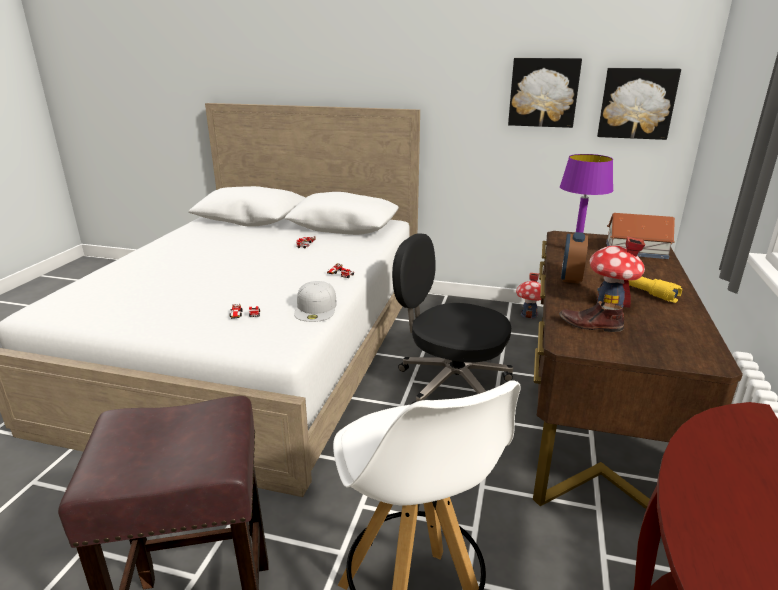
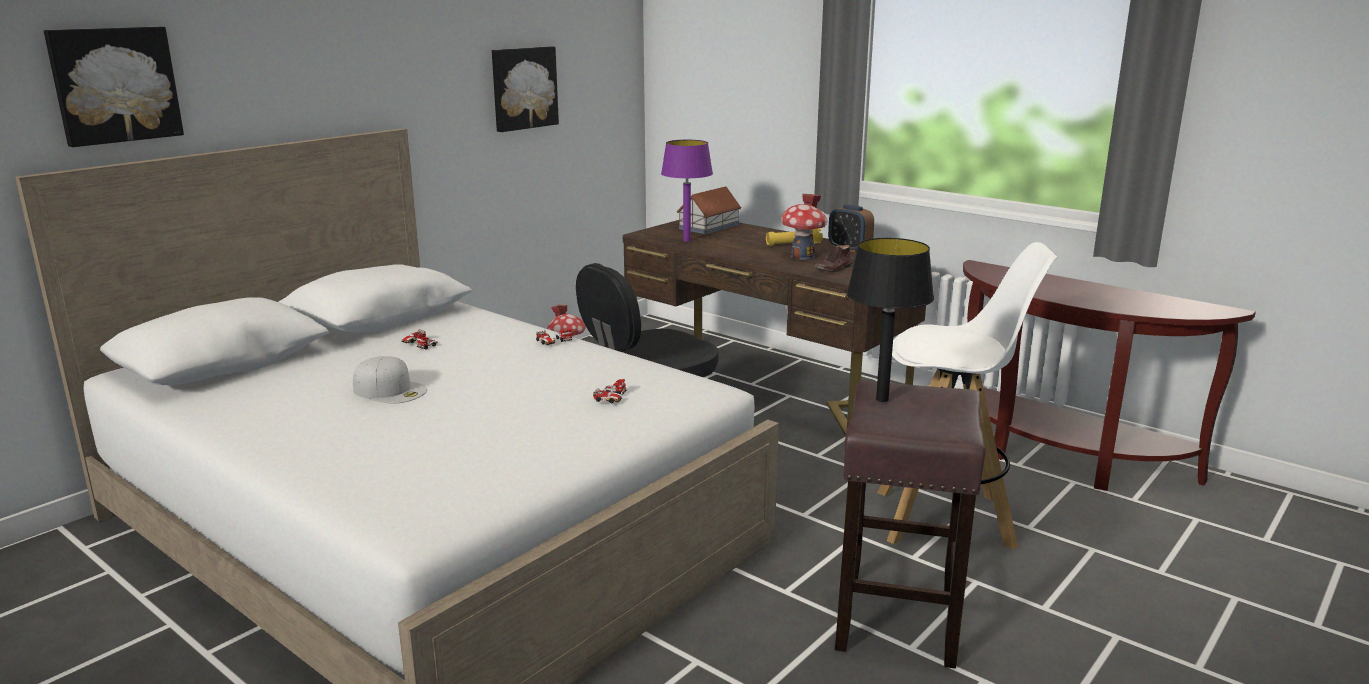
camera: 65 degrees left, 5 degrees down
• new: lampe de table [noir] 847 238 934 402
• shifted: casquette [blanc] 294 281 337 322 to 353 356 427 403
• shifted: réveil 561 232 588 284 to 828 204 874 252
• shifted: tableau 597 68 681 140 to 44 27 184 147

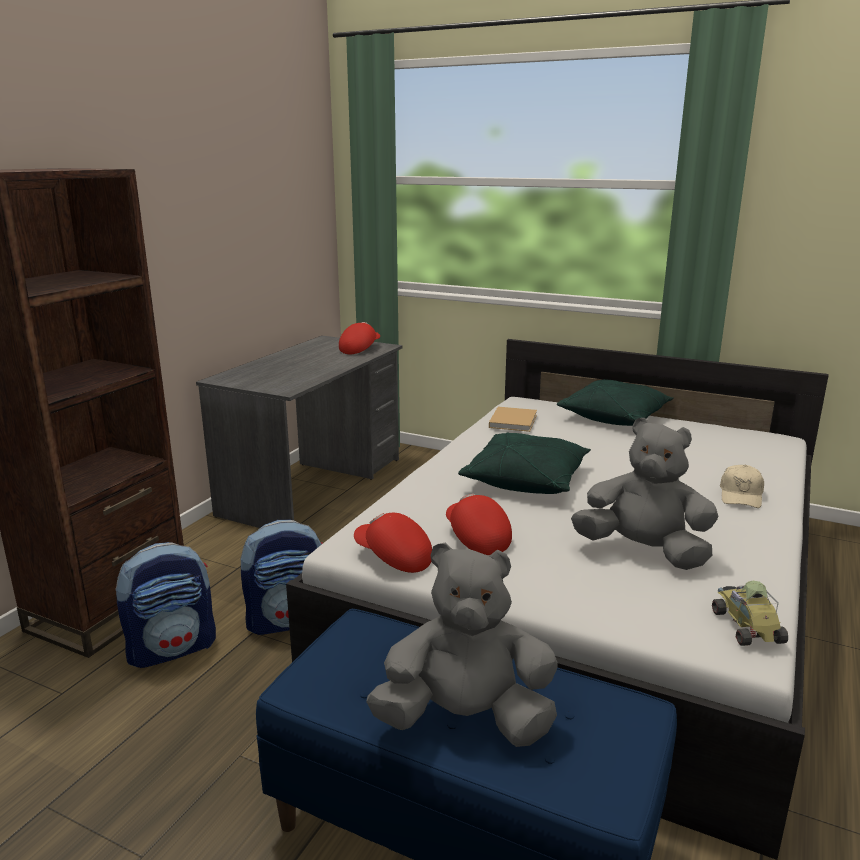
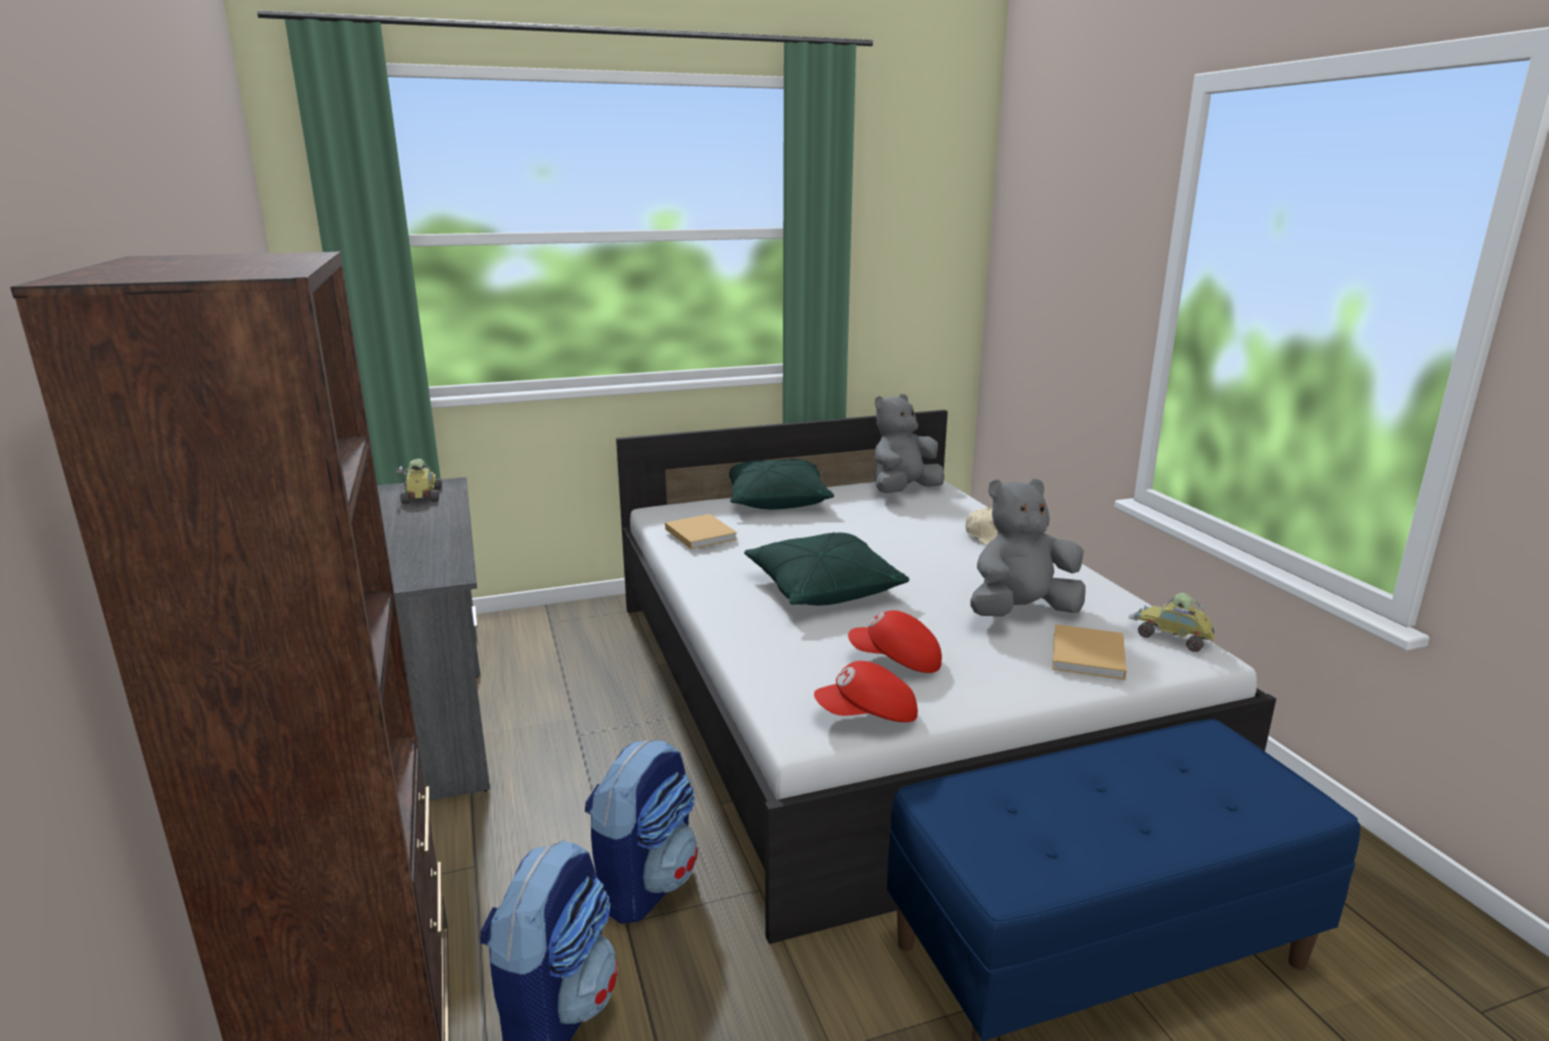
camera: 45 degrees left, 0 degrees up
• new: livre [beige] 1052 624 1127 680
• shifted: peluche [gris] 366 543 557 747 to 875 394 945 493
• swapped: casquette [rouge] 339 322 380 354 to petite voiture 396 459 442 504

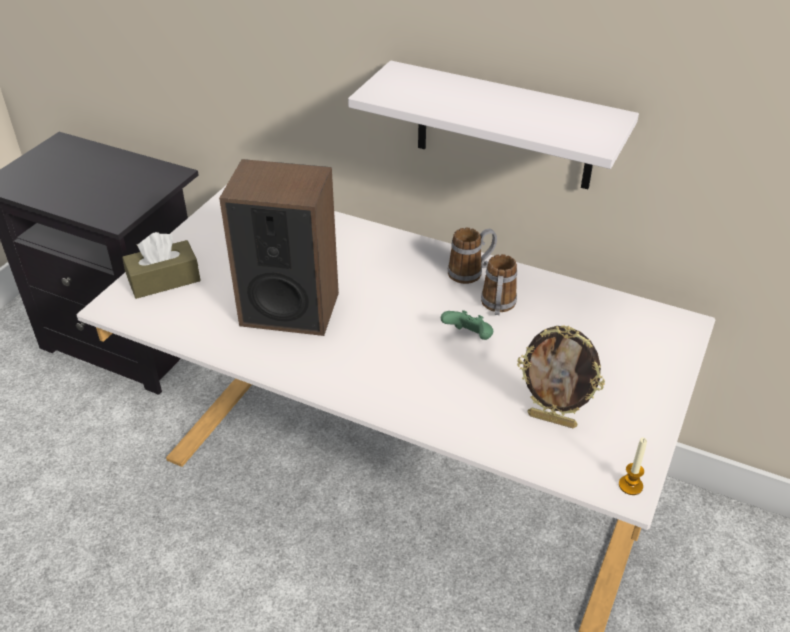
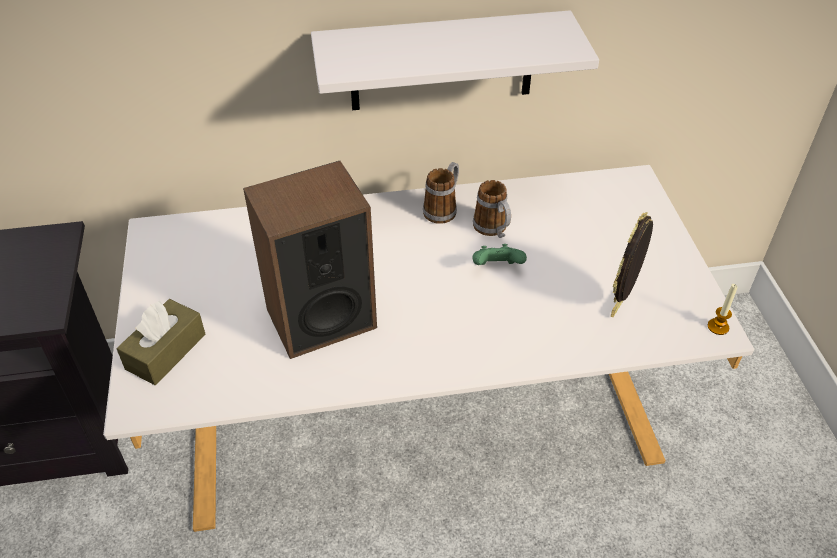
camera: 35 degrees left, 5 degrees up
• rotated: cadre photo 517 326 605 428 = 611 212 653 317 135 degrees clockwise

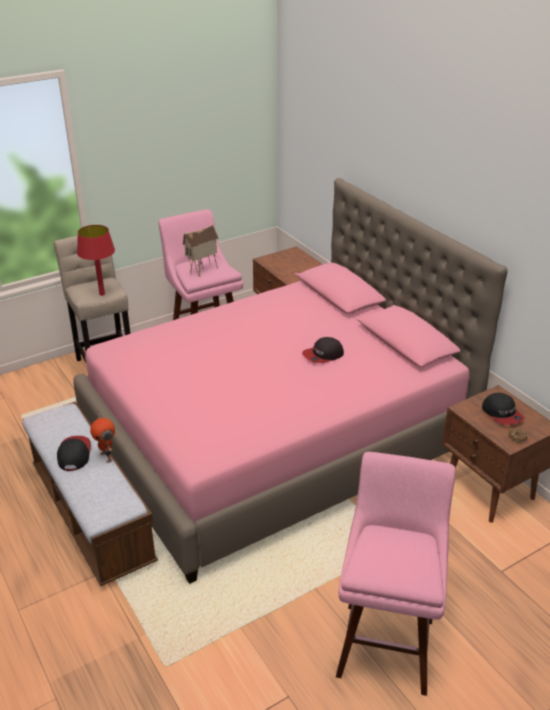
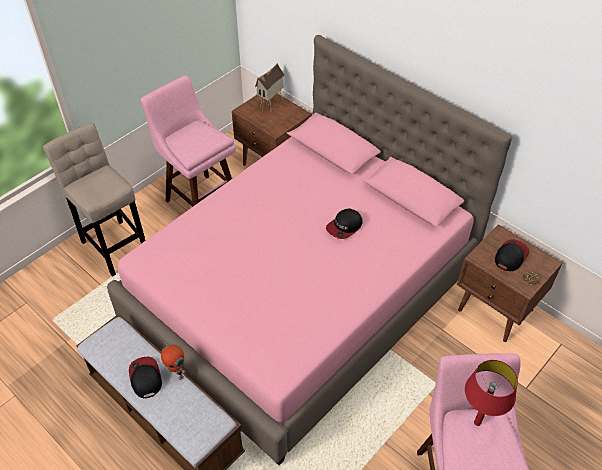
camera: 15 degrees left, 15 degrees up
• shifted: lampe de table [rouge] 77 225 115 296 to 465 360 518 426
• shifted: maison miniature 183 225 219 277 to 255 63 285 112
• rotated: casquette 482 393 524 425 = 495 239 529 271 105 degrees counterclockwise

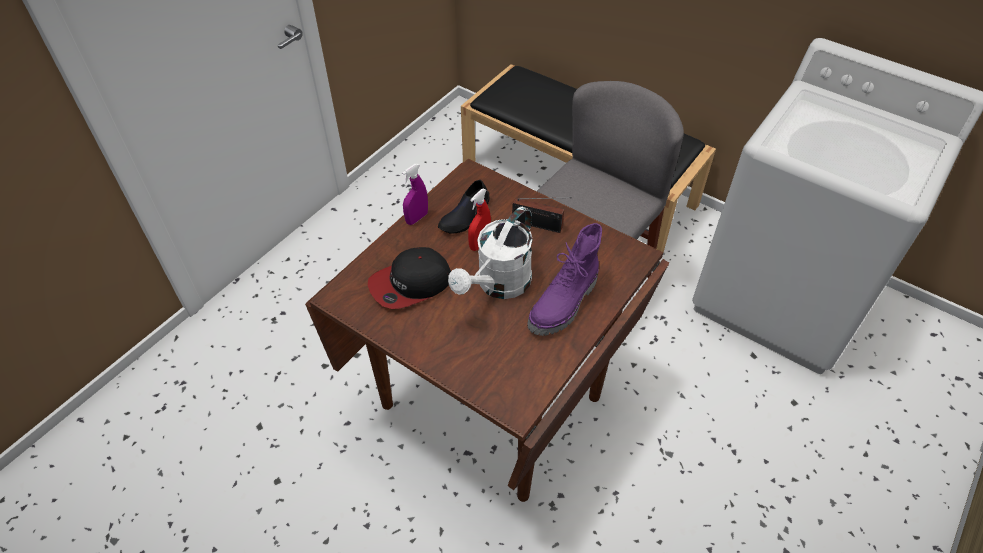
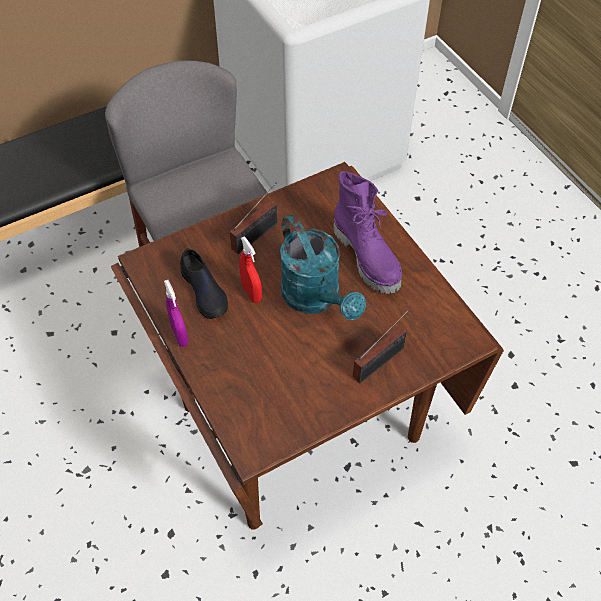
camera: 65 degrees left, 5 degrees up
• gone: casquette 368 247 451 309
• new: radio 353 309 410 383
• repainted: arrosoir [blanc] 448 206 533 299 to arrosoir [turquoise] 280 214 366 320

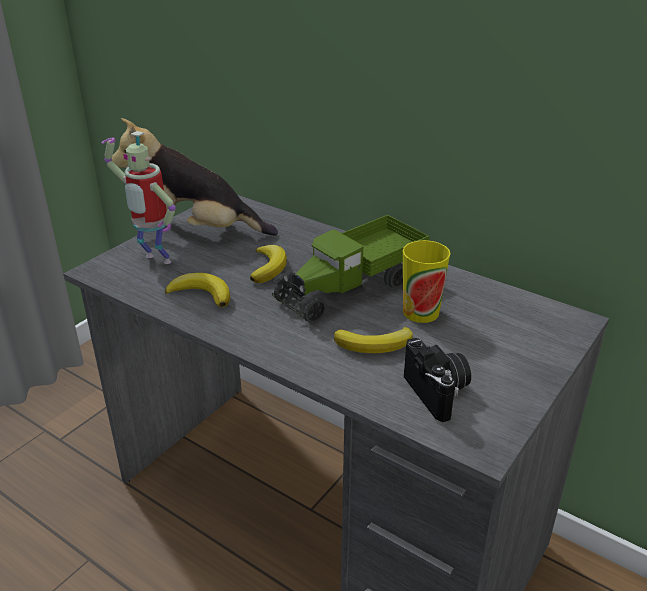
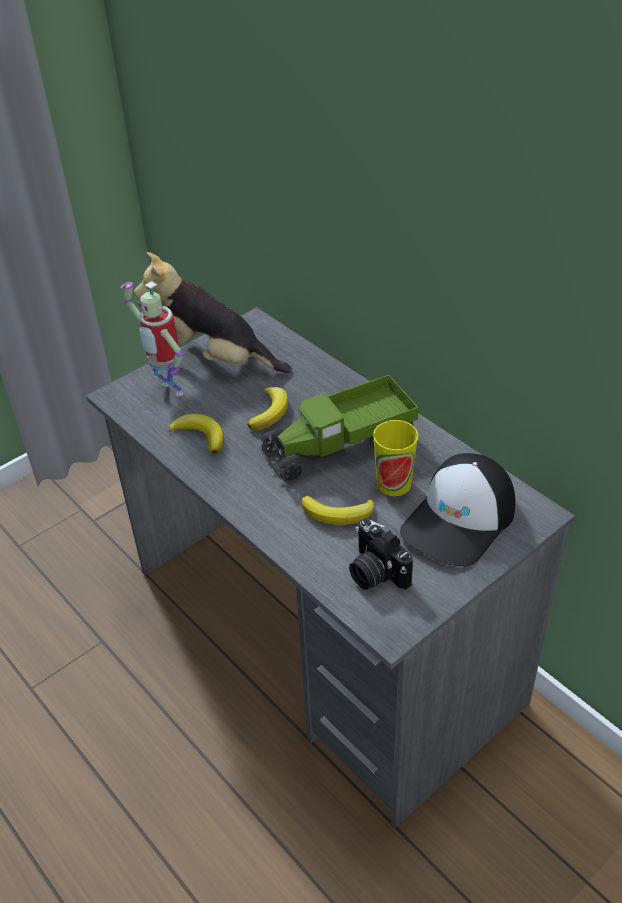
camera: 15 degrees right, 10 degrees up
• new: casquette 400 453 515 567
• rotated: appareil photo 404 338 471 422 = 349 518 413 590 150 degrees clockwise

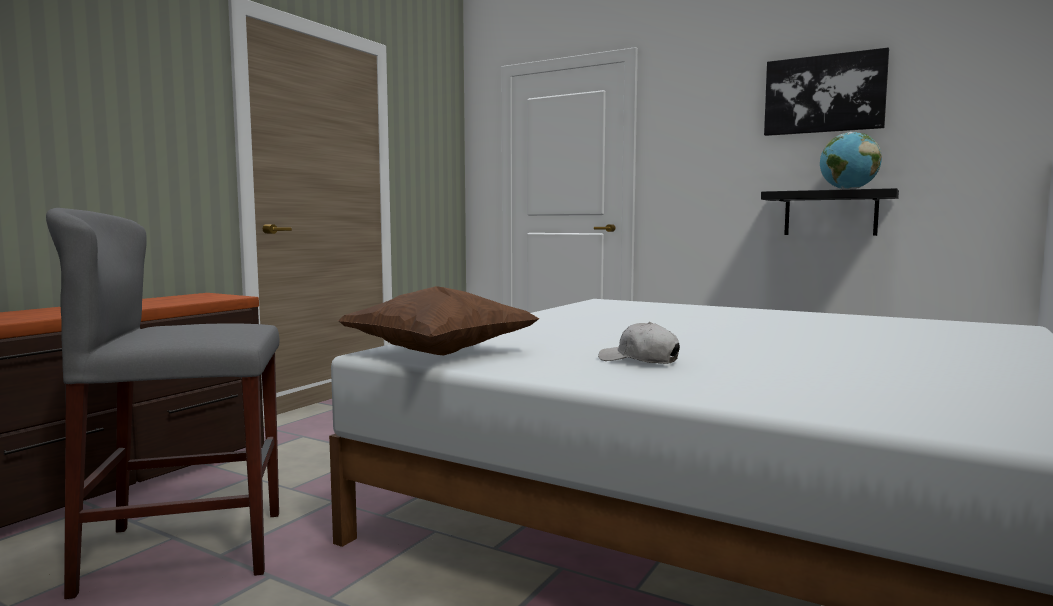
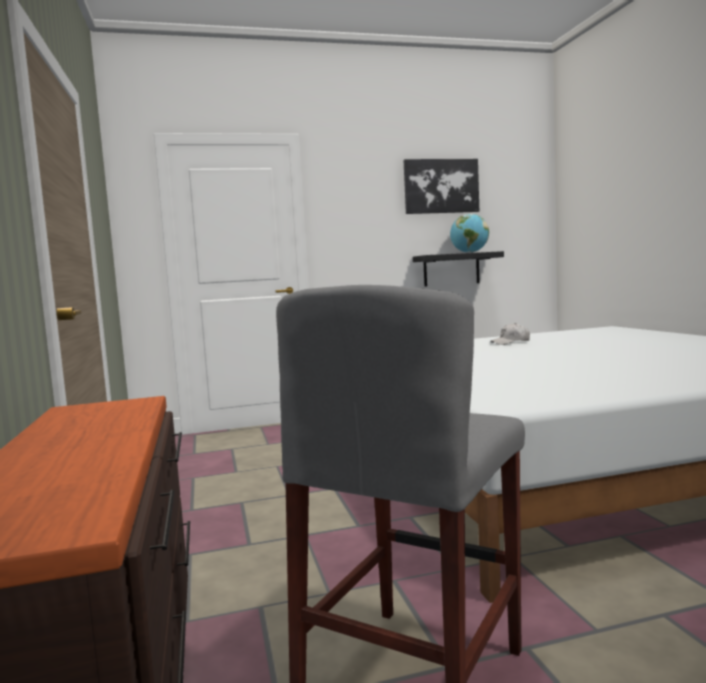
camera: 45 degrees left, 0 degrees up
• gone: coussin [marron] 338 286 539 355
• shifted: casquette [blanc] 598 322 680 364 to 490 323 530 345

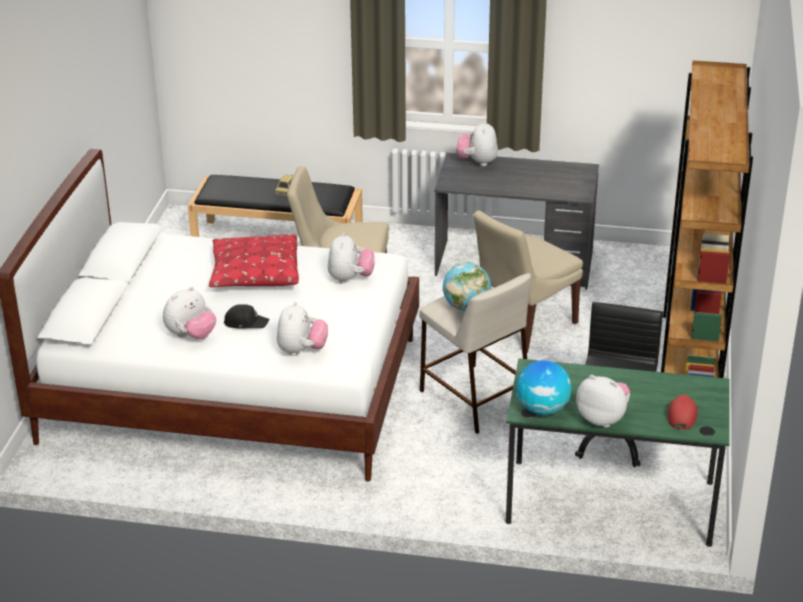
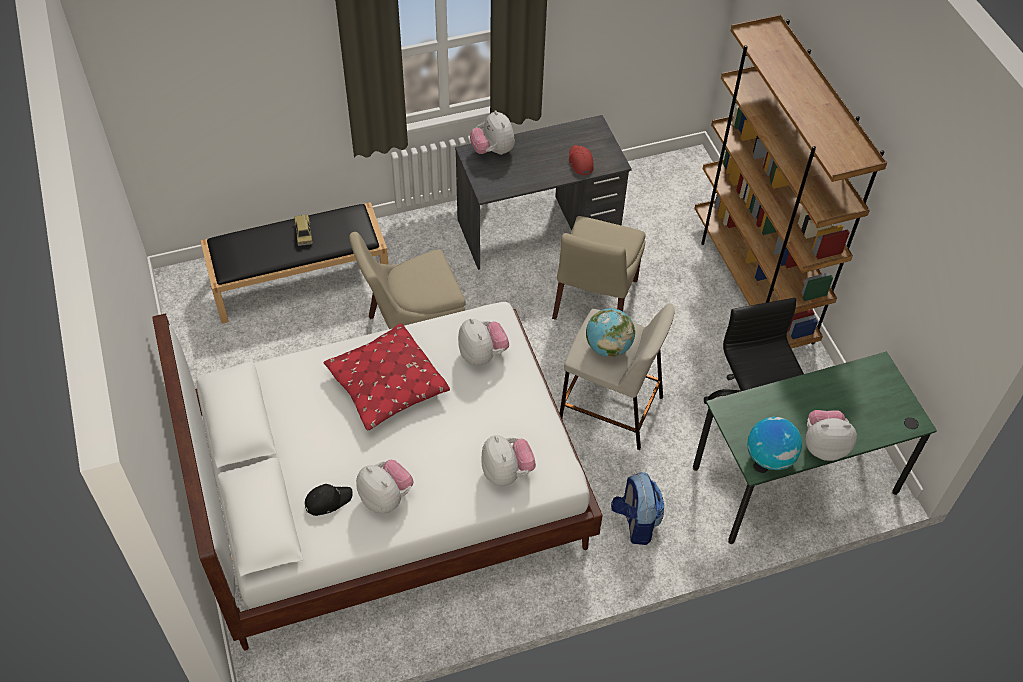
camera: 30 degrees left, 20 degrees up
• new: sac à dos 611 472 664 545
• shifted: casquette [noir] 224 304 269 329 to 305 484 353 516
• shifted: casquette [rouge] 667 394 698 430 to 569 145 594 175
• rotated: peluche 163 286 216 339 = 356 460 414 513 60 degrees counterclockwise

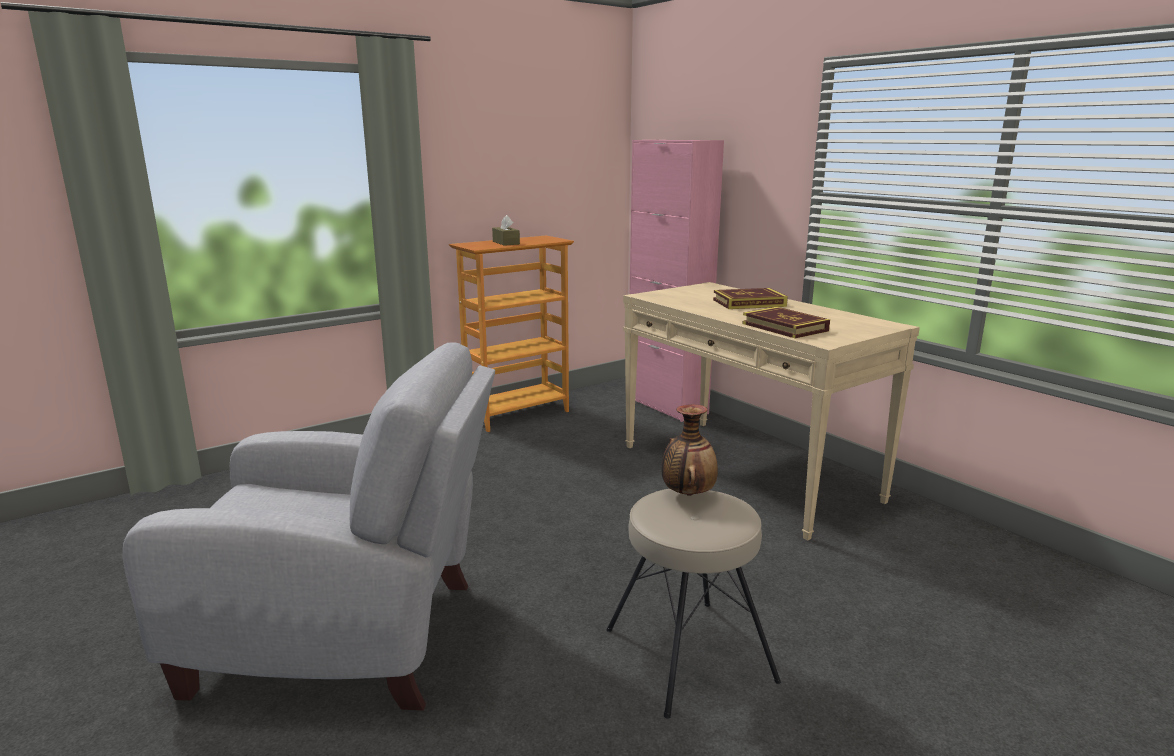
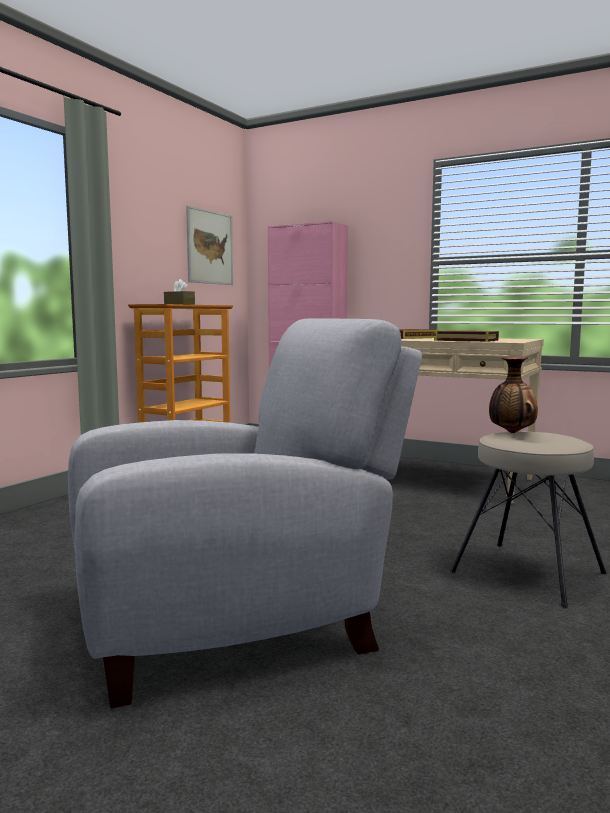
camera: 25 degrees left, 10 degrees down
• new: tableau 186 206 233 285

